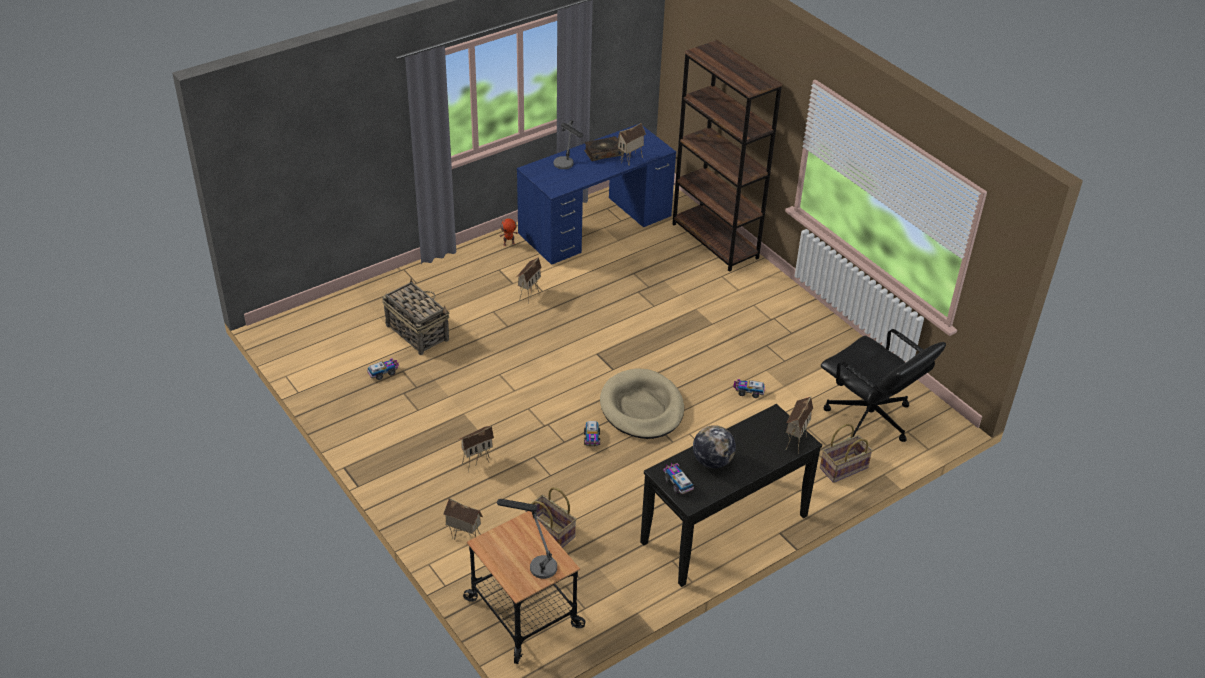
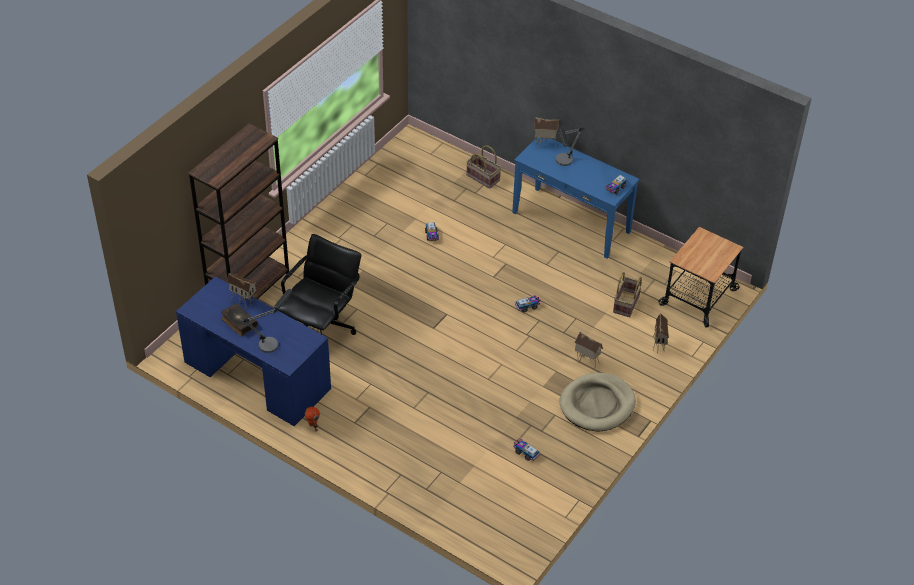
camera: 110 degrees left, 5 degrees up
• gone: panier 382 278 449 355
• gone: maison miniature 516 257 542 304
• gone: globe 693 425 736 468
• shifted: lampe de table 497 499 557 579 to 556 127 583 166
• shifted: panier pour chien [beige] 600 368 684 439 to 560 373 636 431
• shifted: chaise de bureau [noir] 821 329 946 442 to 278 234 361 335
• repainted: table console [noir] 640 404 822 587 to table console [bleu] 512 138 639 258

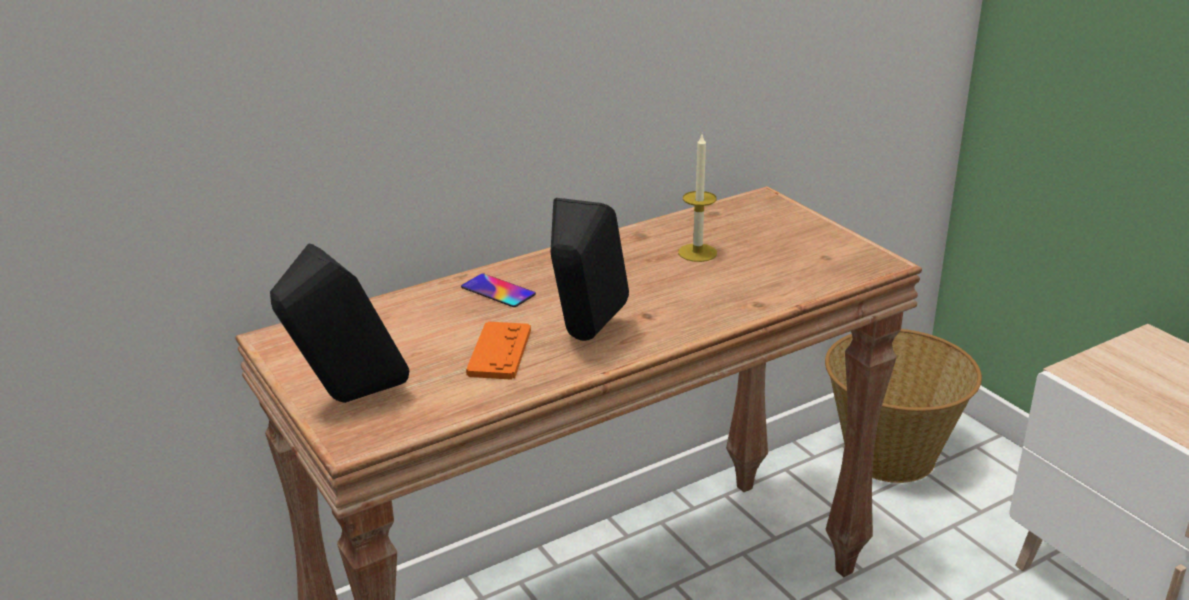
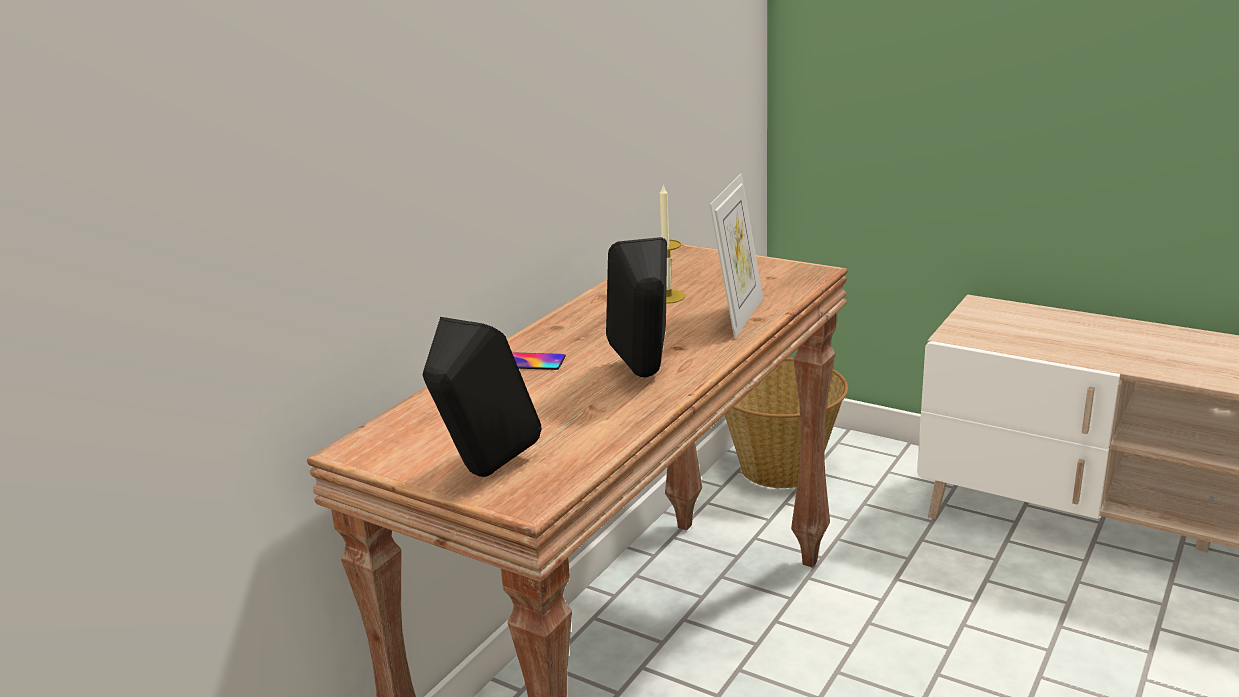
camera: 25 degrees left, 5 degrees down
• gone: manette [orange] 466 322 531 380
• new: cadre photo 710 173 763 338

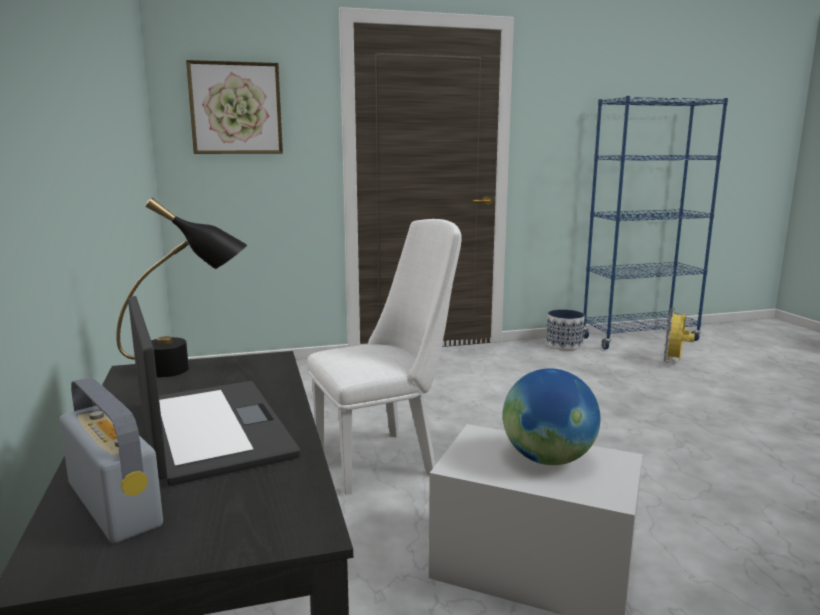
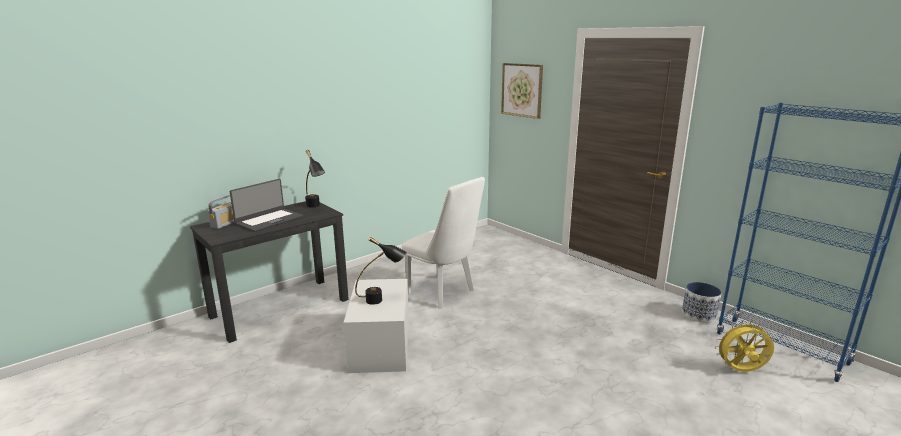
camera: 65 degrees right, 5 degrees up
• swapped: globe 503 368 600 465 to lampe de table [noir] 355 237 407 305

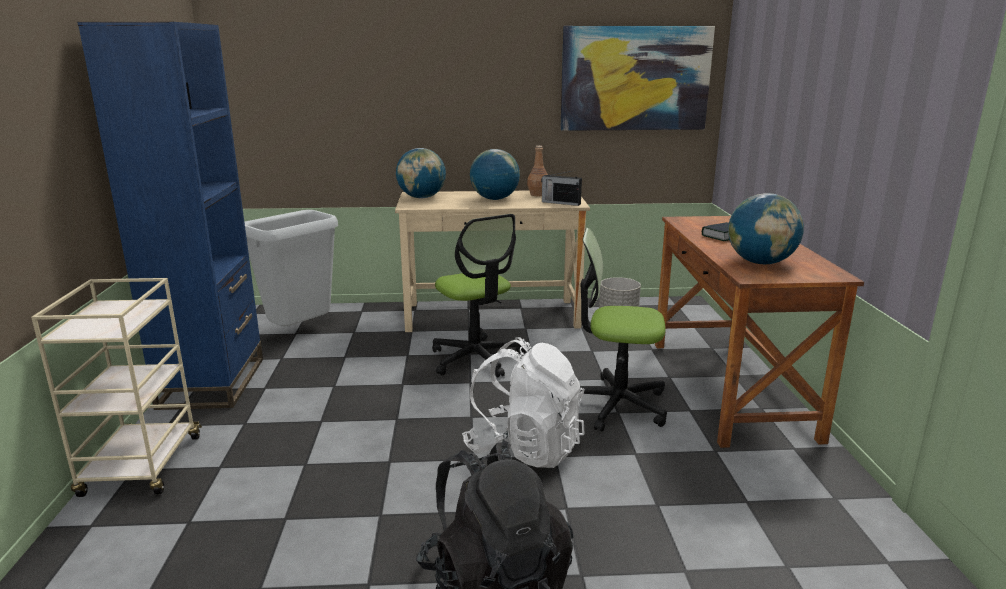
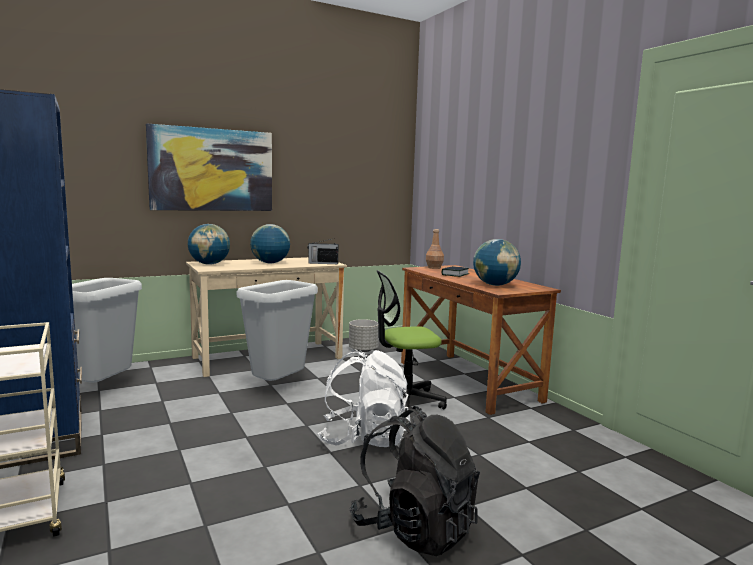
camera: 25 degrees left, 10 degrees down
• shifted: bouteille [marron] 527 146 548 196 to 426 229 444 269
• shifted: tableau 560 26 715 131 to 146 123 272 211
• swapped: chaise de bureau 432 214 526 377 to poubelle [gris] 237 280 318 381

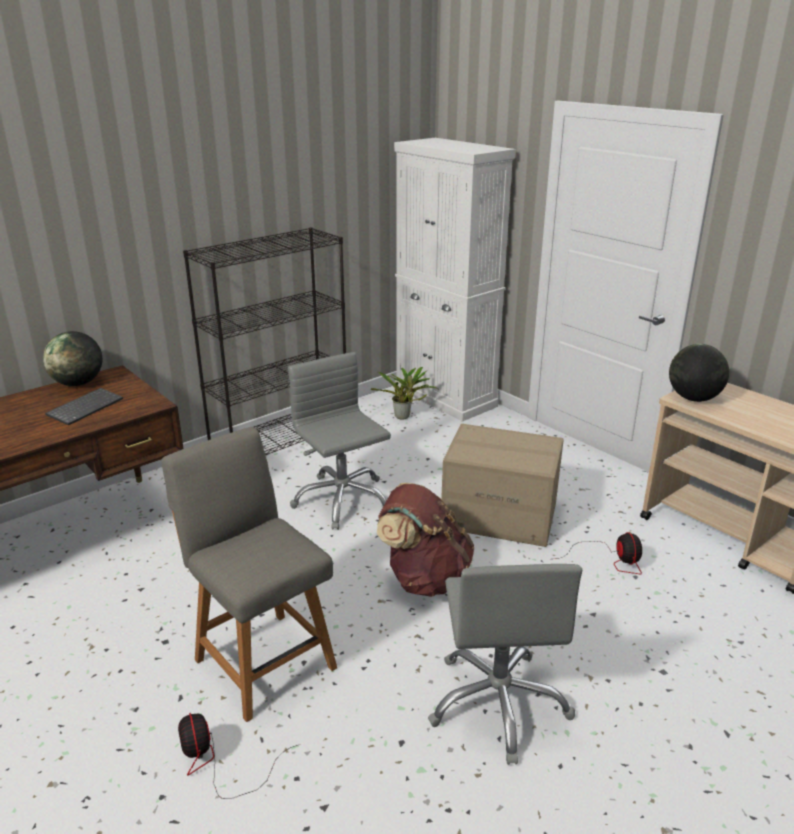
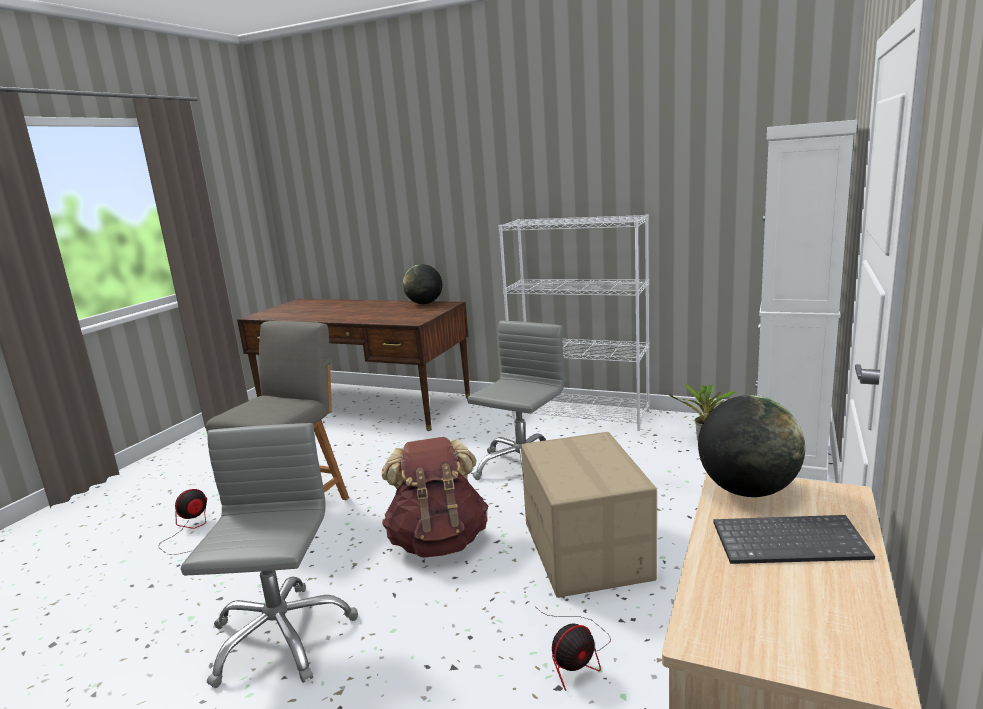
camera: 65 degrees right, 10 degrees down
• shifted: clavier 45 388 123 425 to 713 515 875 564
• repainted: bibliothèque [noir] 183 227 346 455 to bibliothèque [blanc] 499 214 650 431
• rotated: chaise de bureau [gris] 428 564 582 765 = 181 423 358 688 120 degrees clockwise

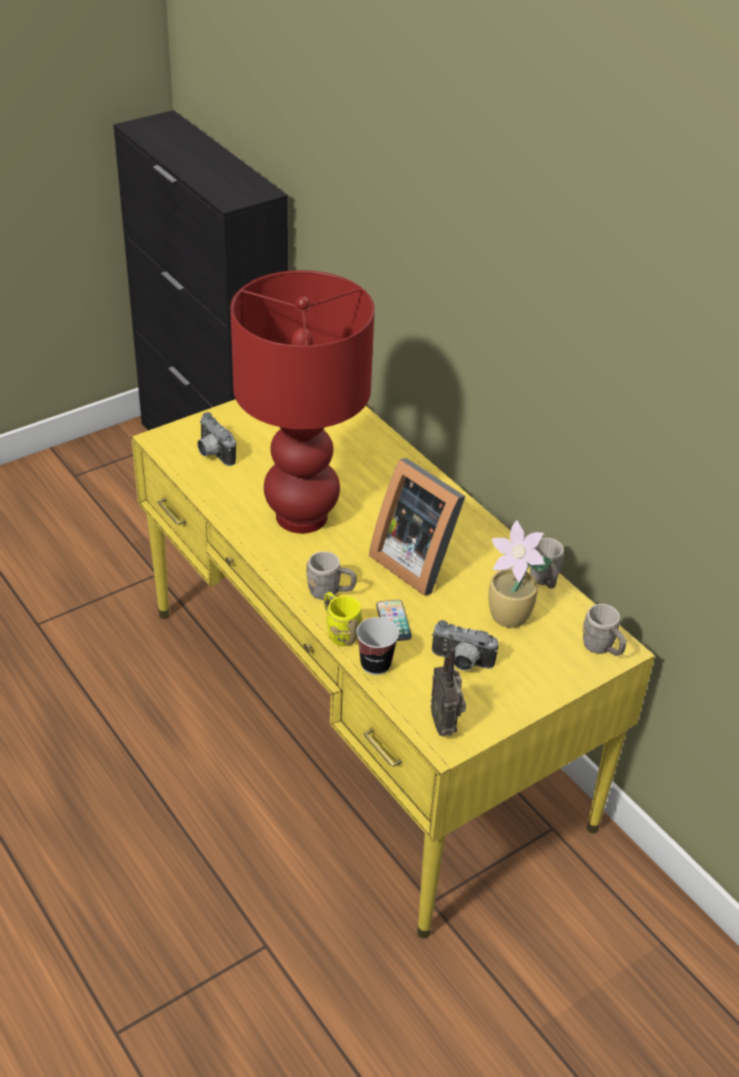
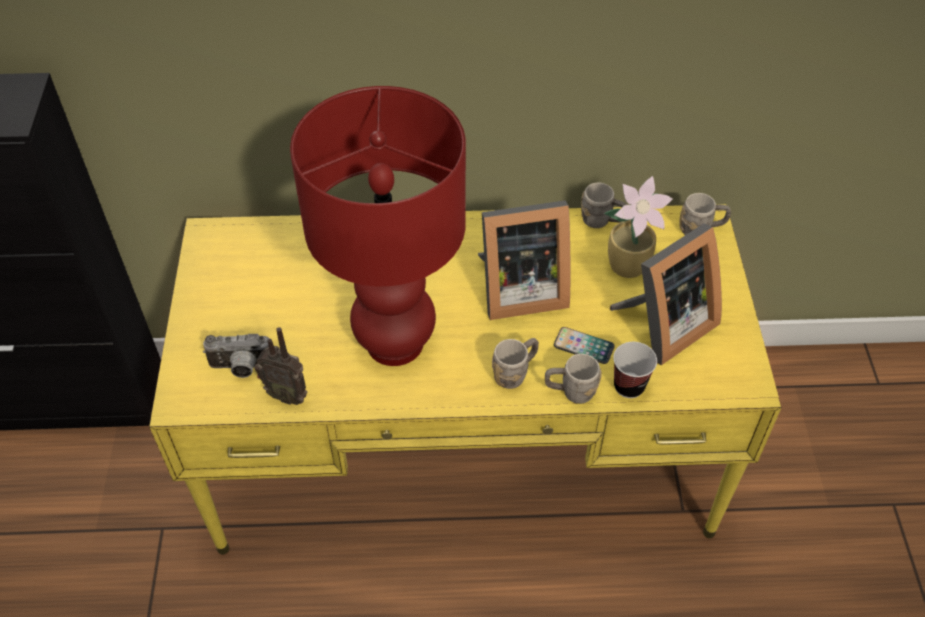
camera: 55 degrees left, 10 degrees up
• shifted: radio 431 647 466 737 to 254 327 308 405
• swapped: appareil photo 432 620 499 671 to cadre photo 610 223 722 365
• repainted: mug [jaune] 324 592 363 646 to mug [gris] 545 354 602 404

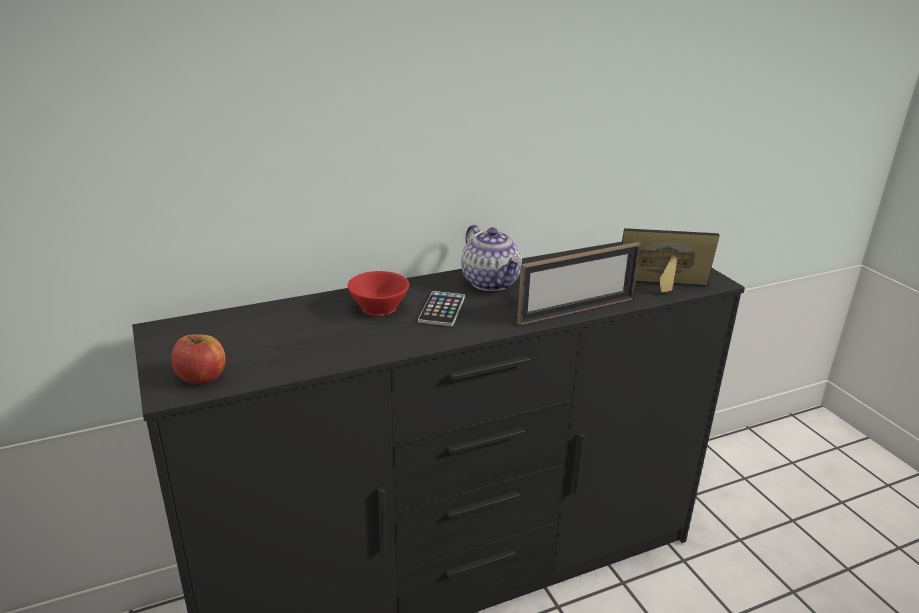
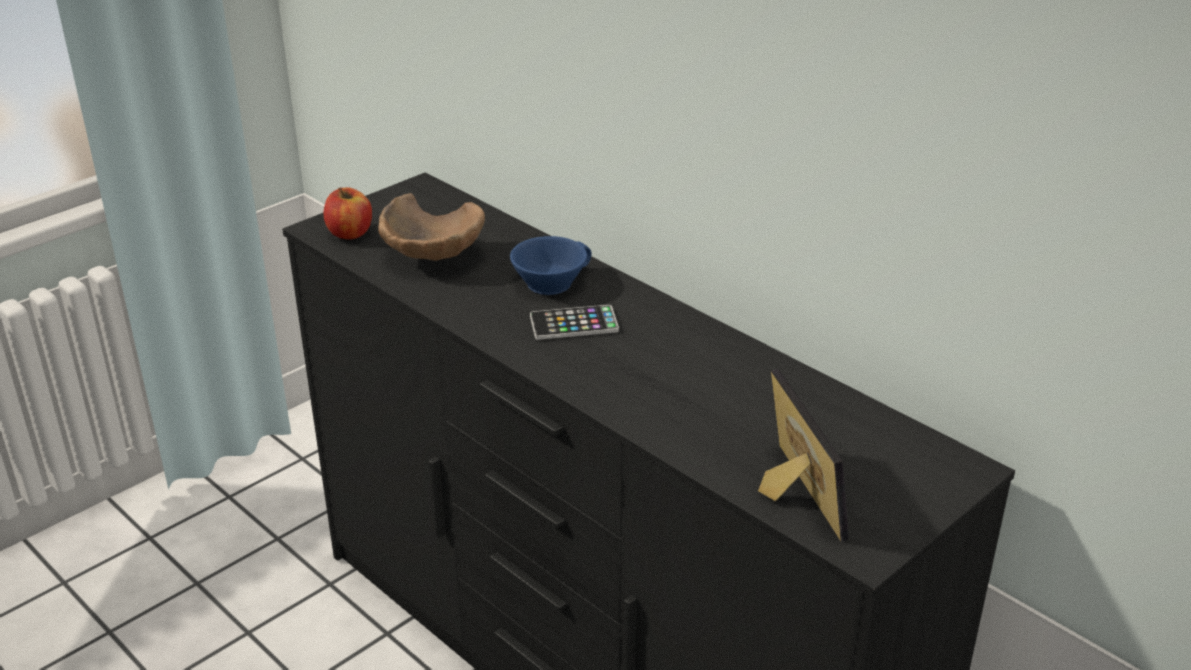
camera: 70 degrees right, 5 degrees up
• gone: théière 461 225 522 291
• gone: cadre photo 517 242 641 325
• new: bol [marron] 378 193 485 261
• repainted: tasse [rouge] 348 271 409 316 to tasse [bleu] 510 236 592 295

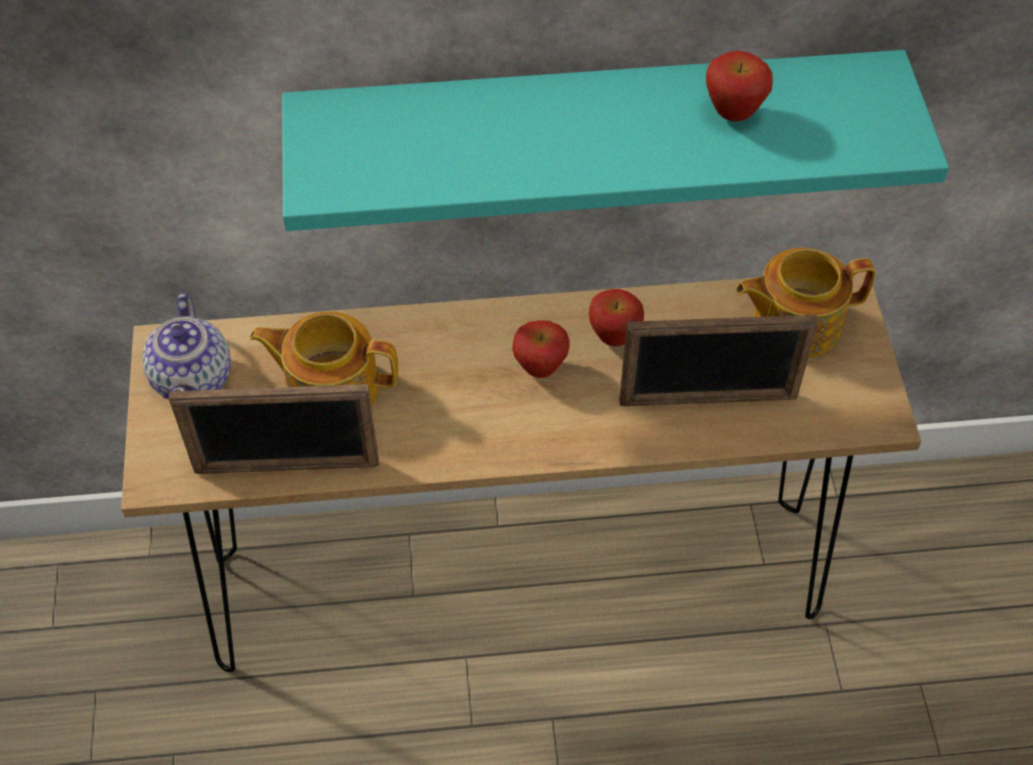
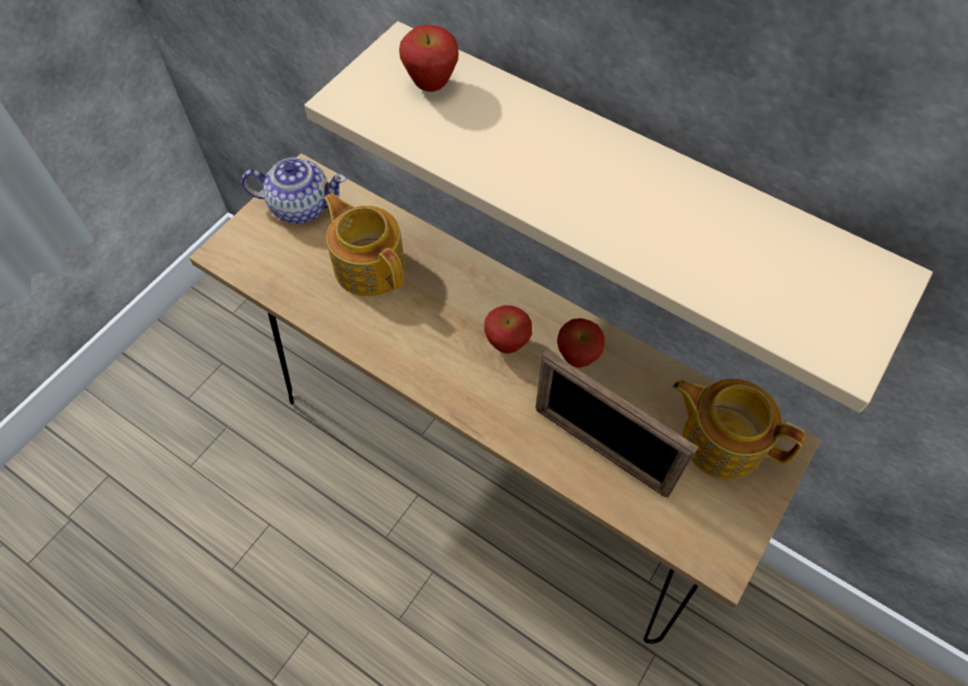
camera: 40 degrees right, 5 degrees up
• gone: cadre photo 169 384 379 474
• shifted: pomme 706 51 773 121 to 399 25 459 92
• repainted: étagère [turquoise] 282 50 949 231 to étagère [beige] 304 21 933 413
• rotated: théière 142 293 231 399 = 241 157 346 223 120 degrees counterclockwise

